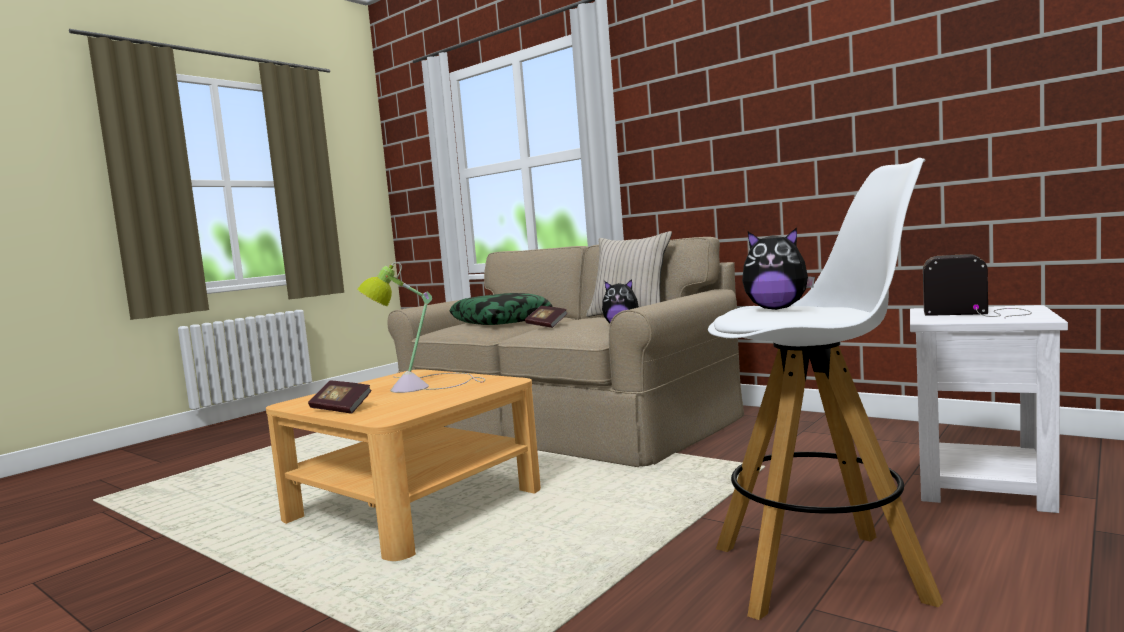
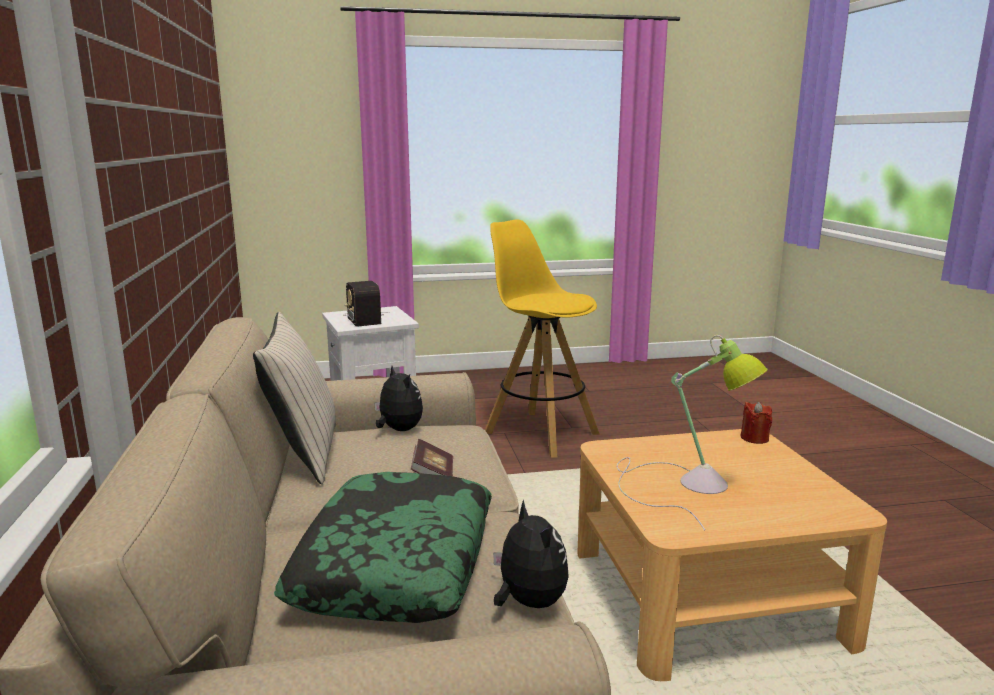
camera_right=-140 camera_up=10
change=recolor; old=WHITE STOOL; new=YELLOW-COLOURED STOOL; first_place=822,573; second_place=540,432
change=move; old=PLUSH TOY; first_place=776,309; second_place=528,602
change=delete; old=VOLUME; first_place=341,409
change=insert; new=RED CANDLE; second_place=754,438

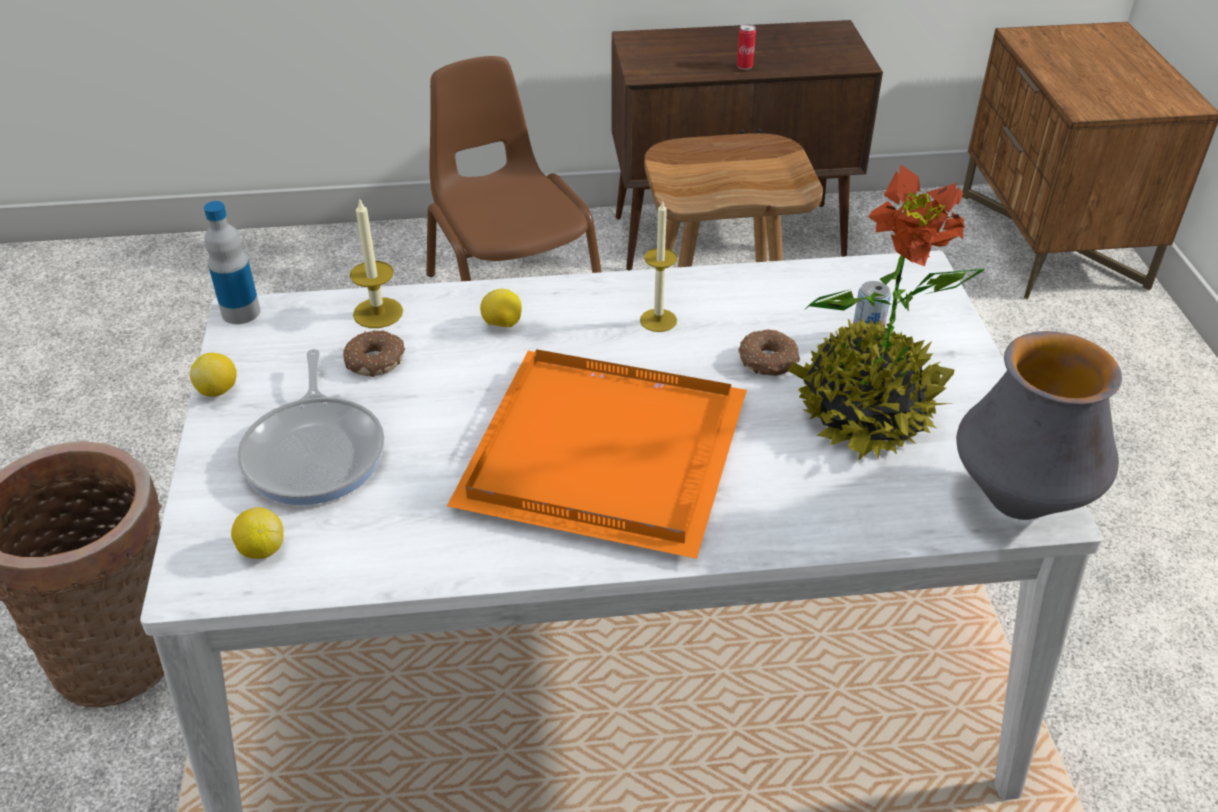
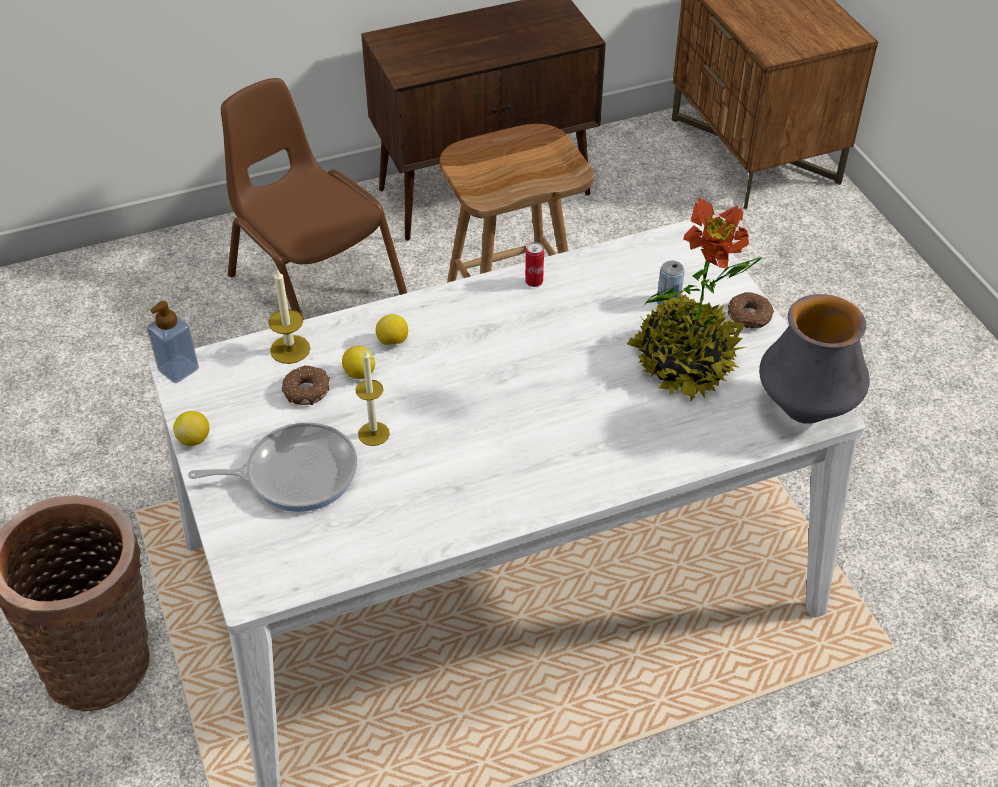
camera_right=-15 camera_up=5
change=move; old=METAL CAN; first_place=744,67; second_place=534,282
change=move; old=CANDLE; first_place=658,320; second_place=373,434
change=replace; old=BEVERAGE BOTTLE; new=LIQUID SOAP BOTTLE; first_place=241,312; second_place=178,369
change=move; old=DOUGHNUT; first_place=767,361; second_place=749,317
change=rotate; old=PAN; first_place=316,452; second_place=295,473; degrees=-75
change=delete; old=ORANGE SERVING TRAY; first_place=610,451
change=move; old=LEMON; first_place=262,549; second_place=359,373

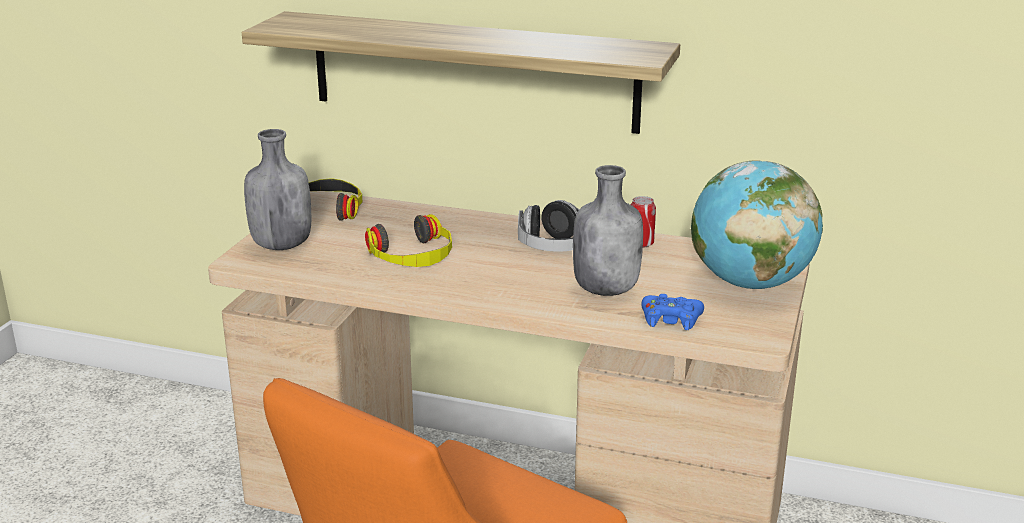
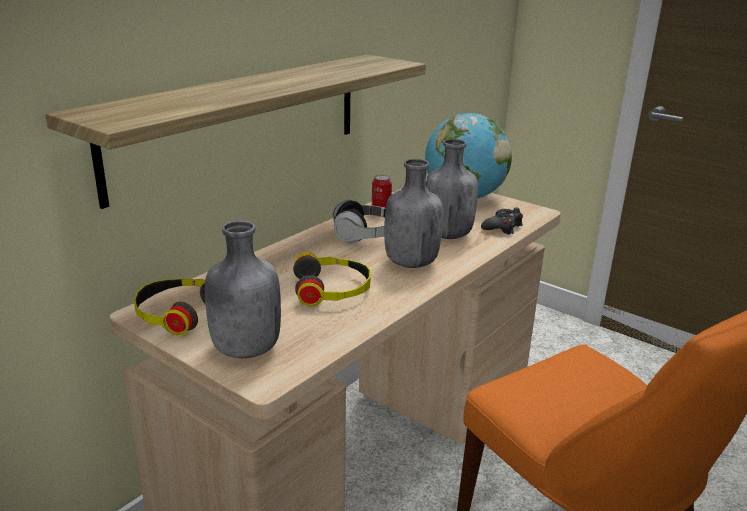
camera_right=-70 camera_up=0
change=recolor; old=BLUE GAMEPAD; new=BLACKISH GAMEPAD; first_place=671,319; second_place=502,227
change=insert; new=GREYISH BEVERAGE BOTTLE; second_place=410,263

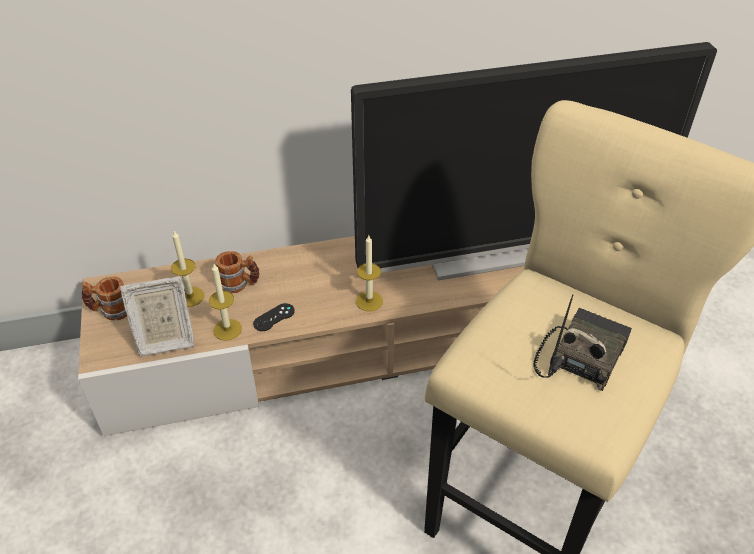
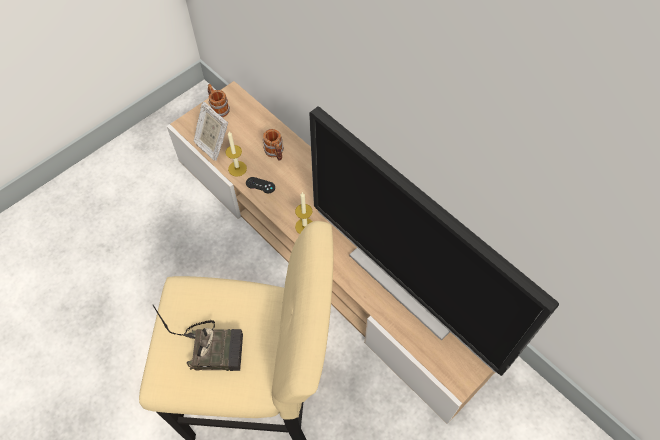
camera_right=60 camera_up=15
change=delete; old=CANDLE; first_place=190,296

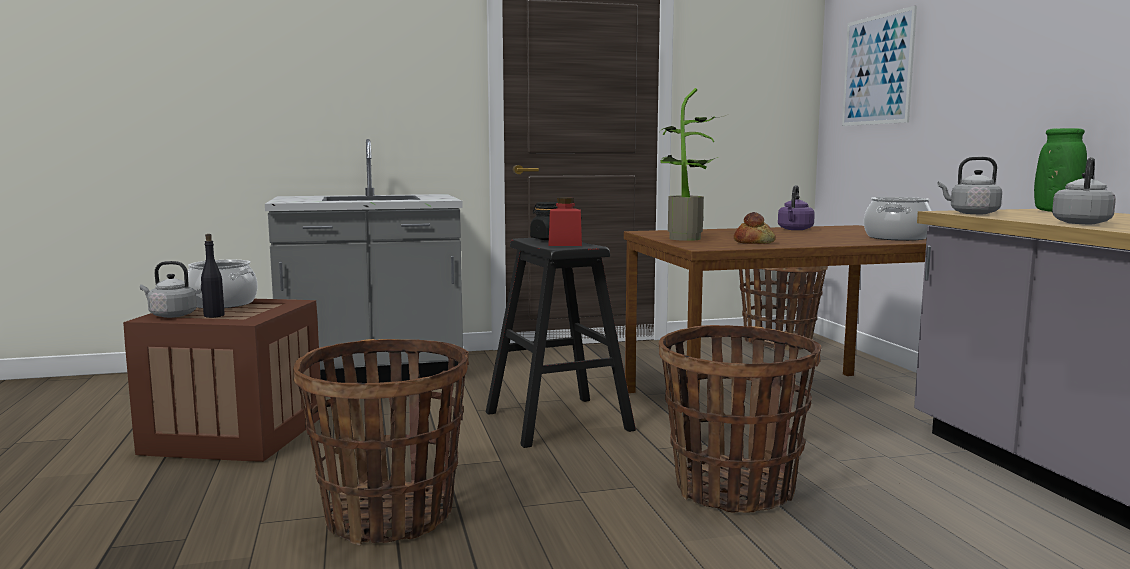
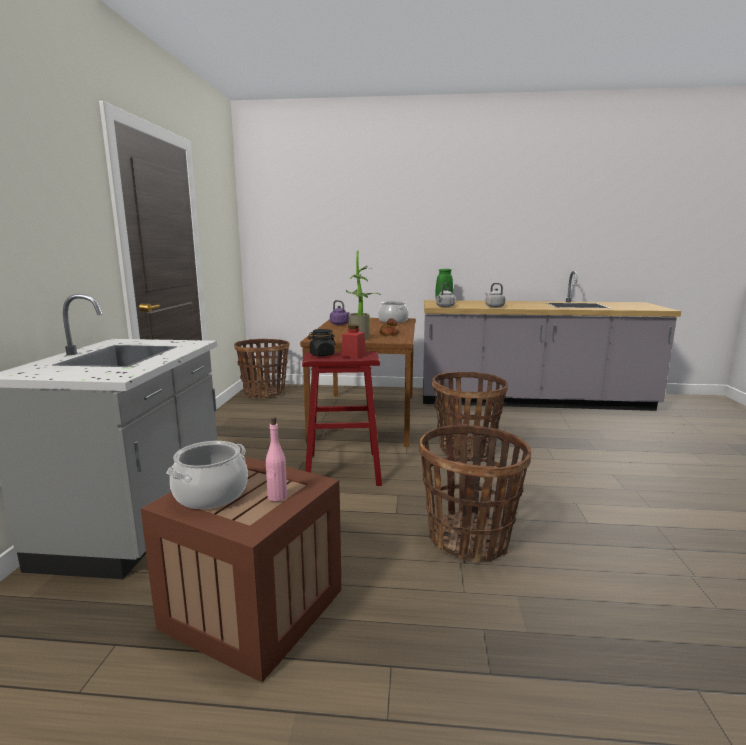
camera_right=-70 camera_up=5
change=delete; old=PICTURE; first_place=877,70
change=recolor; old=BLACKISH BEVERAGE BOTTLE; new=PINK BEVERAGE BOTTLE; first_place=213,315; second_place=277,497
change=recolor; old=BLACKISH STOOL; new=RED STOOL; first_place=557,421; second_place=342,469
change=delete; old=GREYISH WATER KETTLE; first_place=170,315

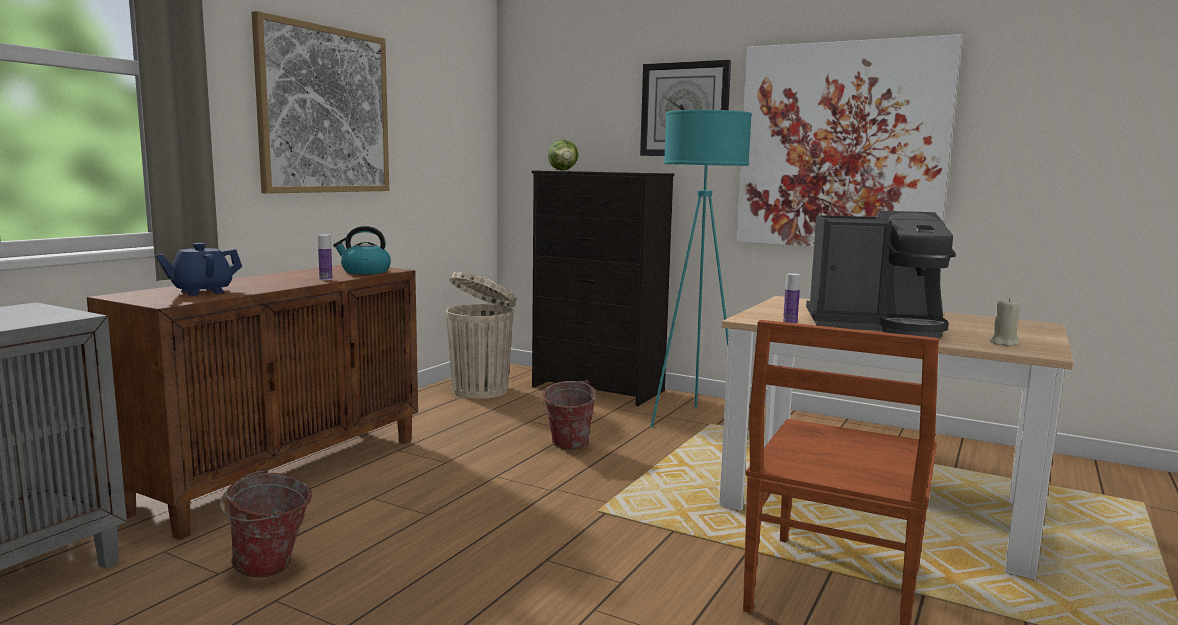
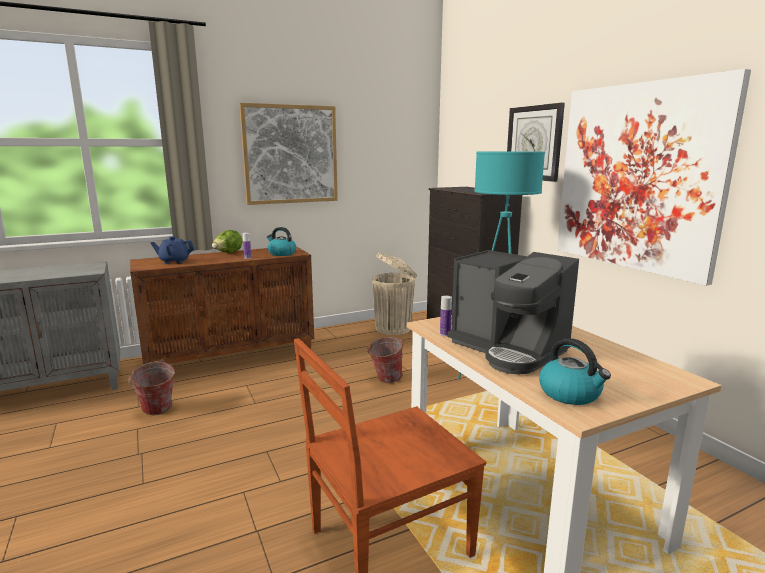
camera_right=35 camera_up=5
change=move; old=LETTUCE; first_place=563,170; second_place=228,253
change=replace; old=BEIGE CANDLE; new=WATER KETTLE; first_place=1004,343; second_place=570,394

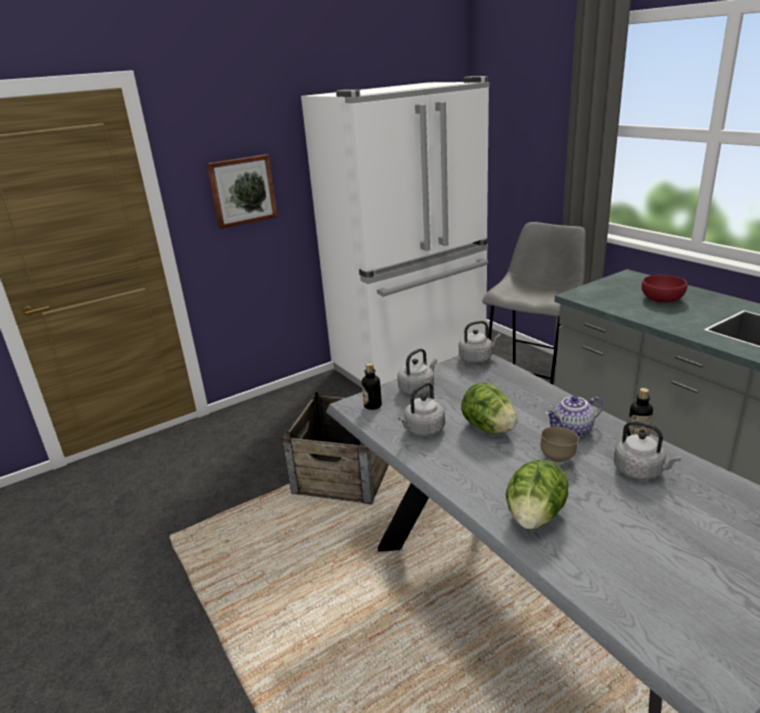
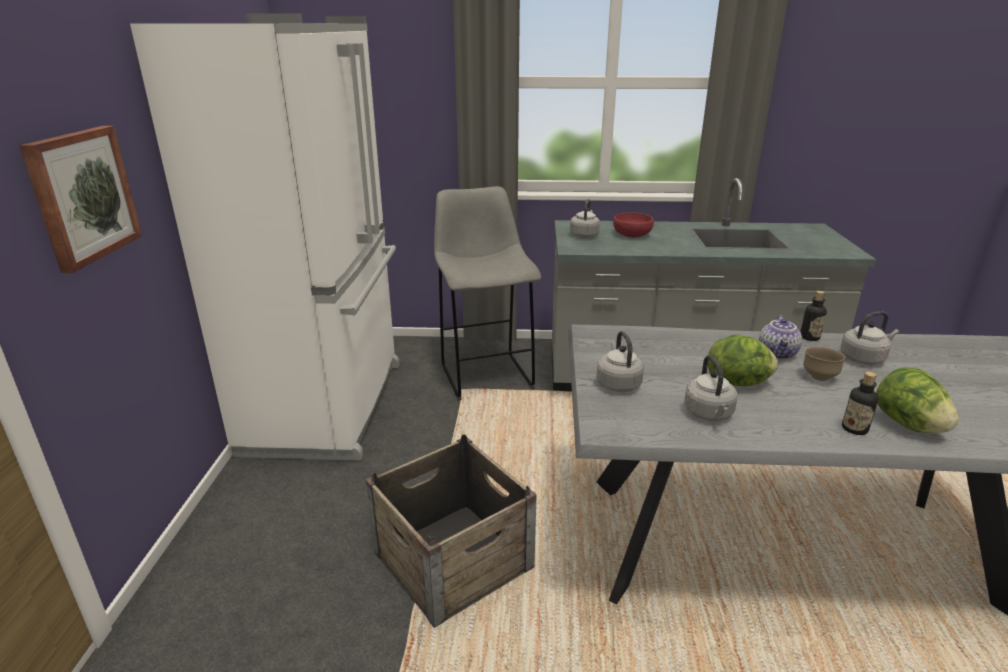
camera_right=-55 camera_up=0
change=move; old=GREYISH WATER KETTLE; first_place=477,358; second_place=584,235
change=move; old=BEVERAGE BOTTLE; first_place=372,405; second_place=854,429

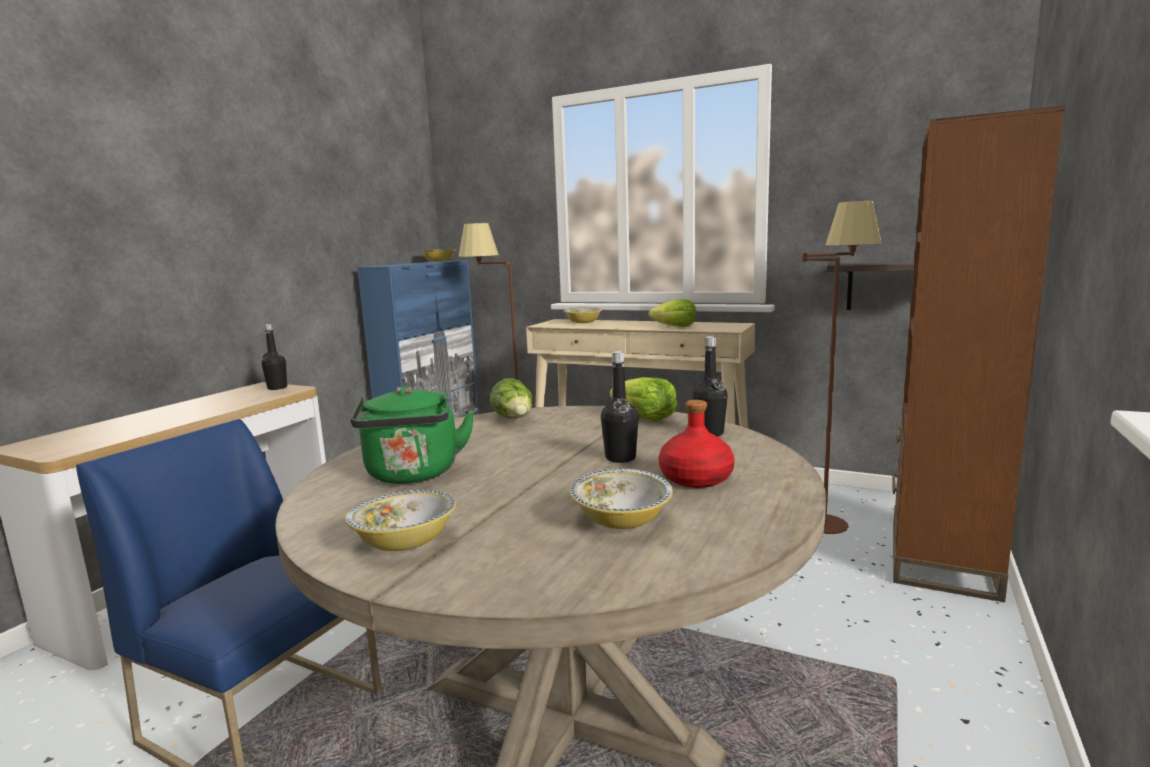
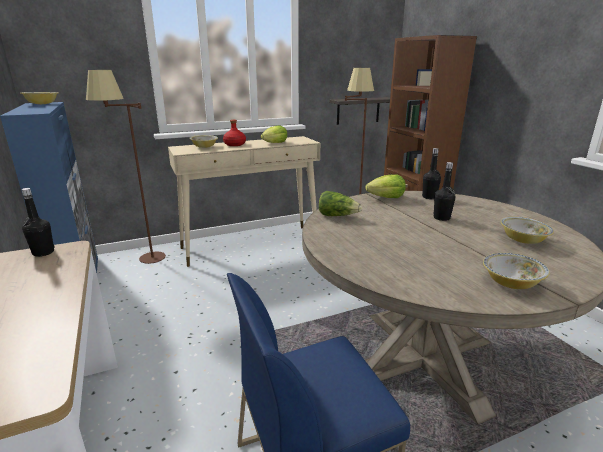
camera_right=-50 camera_up=10
change=delete; old=GREENISH WATER KETTLE; first_place=413,475
change=move; old=RED BEVERAGE BOTTLE; first_place=695,478; second_place=234,144

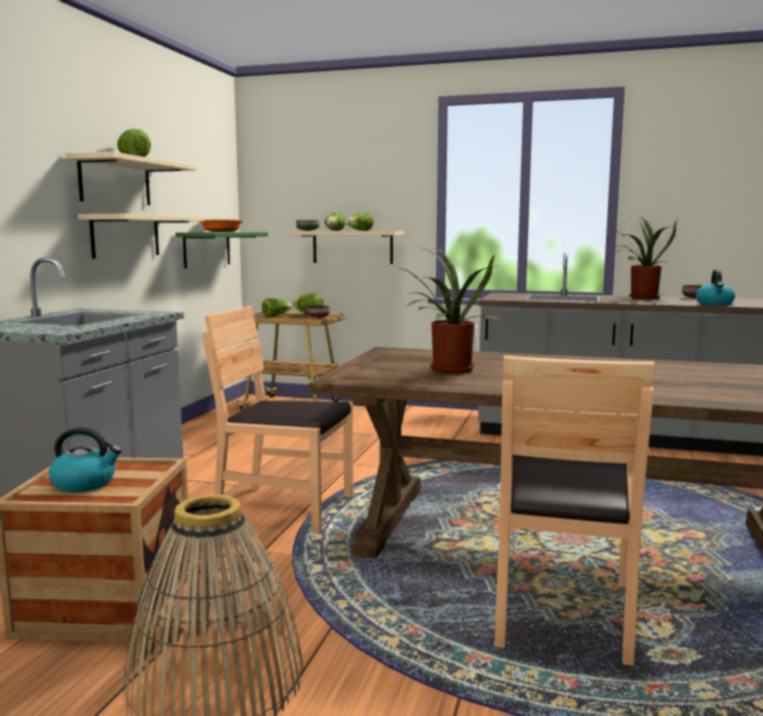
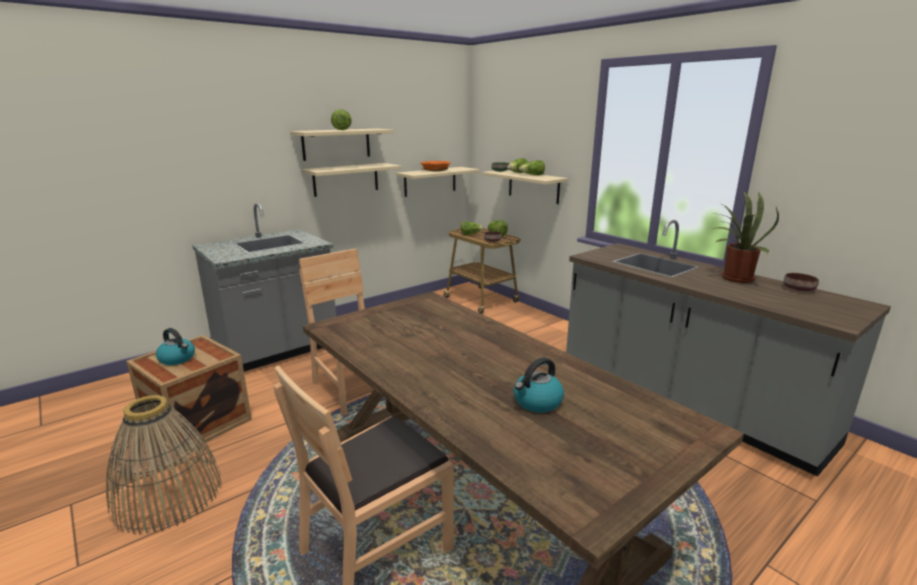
camera_right=35 camera_up=10
change=recolor; old=GREENISH WALL SHELF; new=BEIGE WALL SHELF; first_place=207,249; second_place=430,181
change=delete; old=PLANT IN A POT; first_place=448,370
change=move; old=WATER KETTLE; first_place=714,304; second_place=537,402

